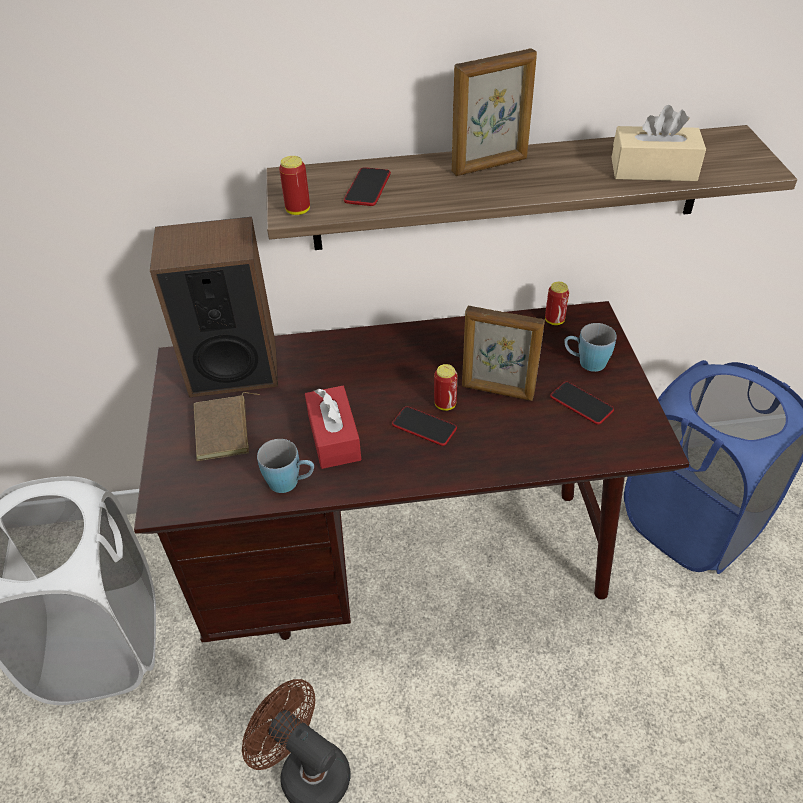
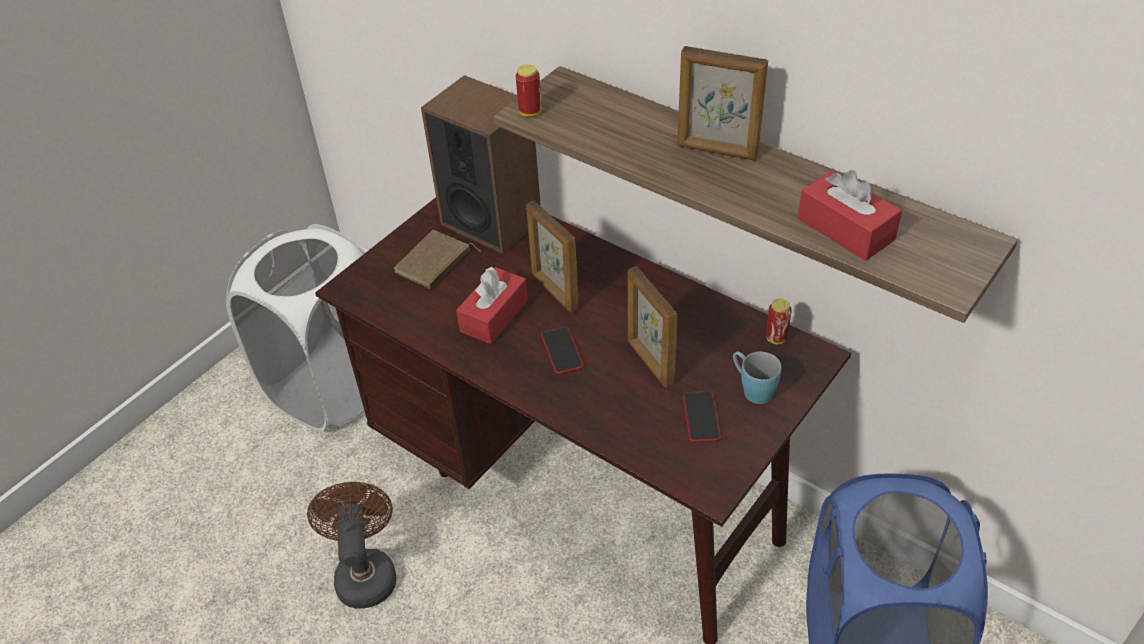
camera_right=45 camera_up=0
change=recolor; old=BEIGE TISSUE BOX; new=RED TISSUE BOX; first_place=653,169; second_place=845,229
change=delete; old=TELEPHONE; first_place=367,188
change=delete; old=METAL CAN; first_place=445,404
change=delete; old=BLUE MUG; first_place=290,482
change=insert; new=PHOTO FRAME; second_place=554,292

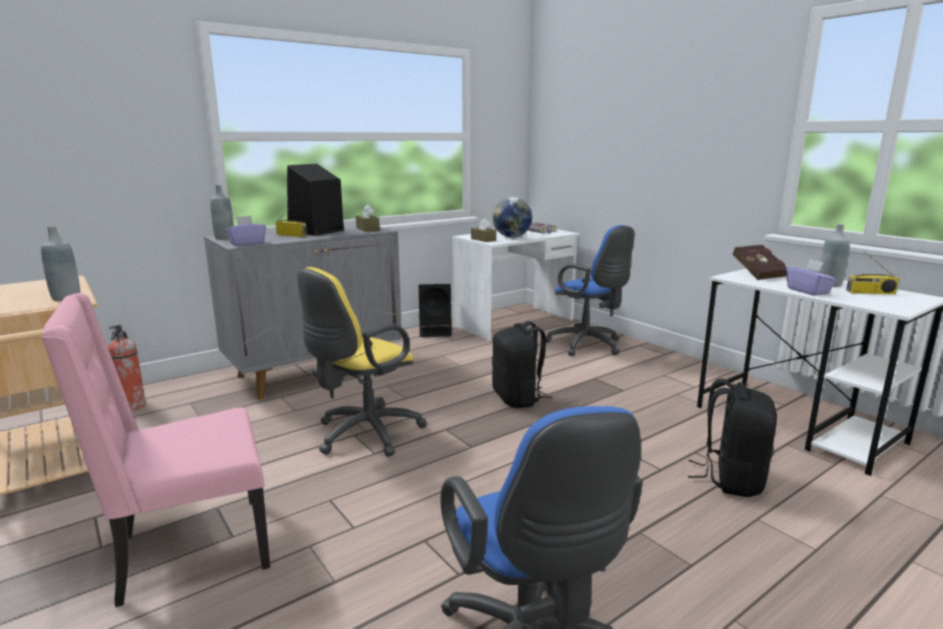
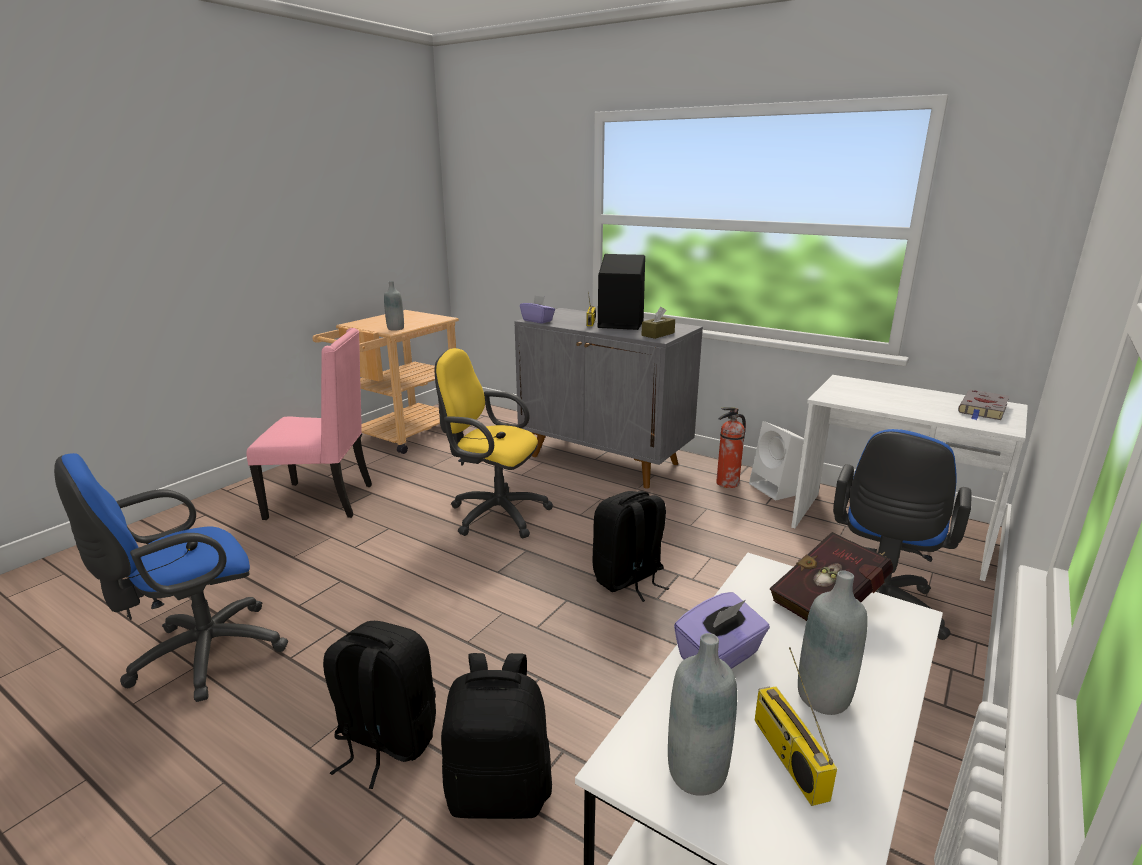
camera_right=70 camera_up=5
change=move; old=GREYISH BEVERAGE BOTTLE; first_place=224,238; second_place=696,773
change=delete; old=DESK GLOBE; first_place=511,237
change=delete; old=BROWN TISSUE BOX; first_place=483,239
change=recolor; old=BLACKISH AUDIO SPEAKER; new=WHITE AUDIO SPEAKER; first_place=436,331; second_place=779,488
change=rotate; old=PINK CHAIR; first_place=190,551; second_place=323,501; degrees=135
change=move; old=EXTINGUISHER; first_place=132,406; second_place=726,483
change=insert; new=BLACKISH RUCKSACK; second_place=384,741

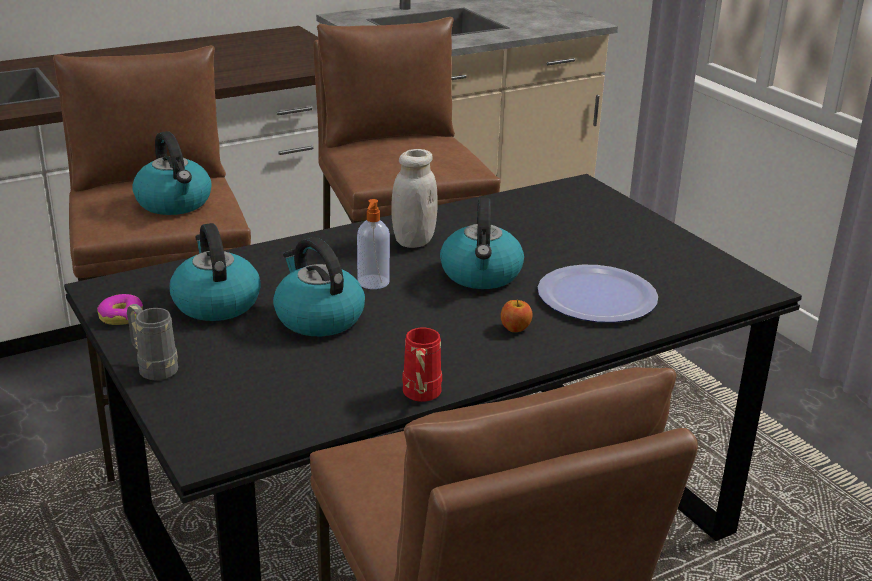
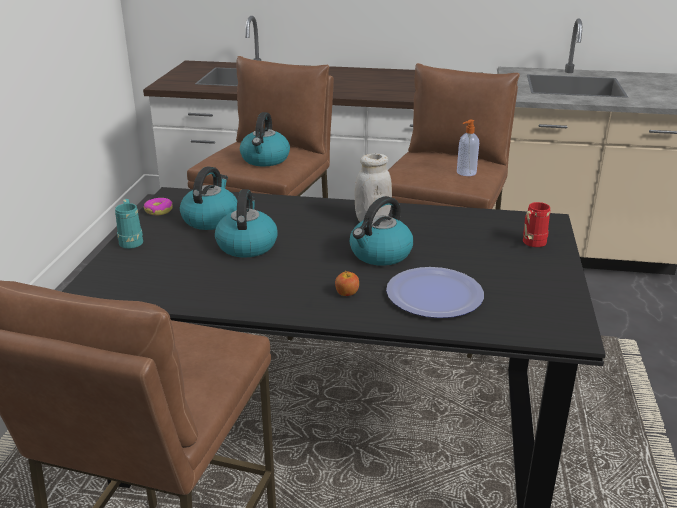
camera_right=40 camera_up=0
change=move; old=LIQUID SOAP BOTTLE; first_place=373,283; second_place=465,173
change=recolor; old=GREYISH MUG; new=TURQUOISE-COLOURED MUG; first_place=153,367; second_place=131,241
change=move; old=RED MUG; first_place=420,396; second_place=531,244

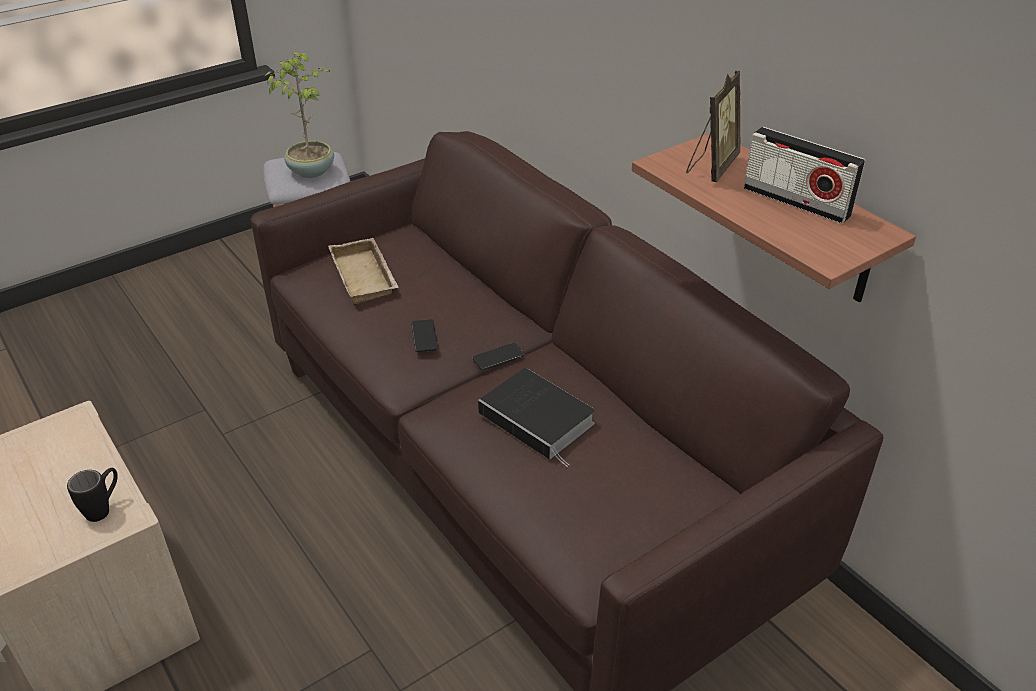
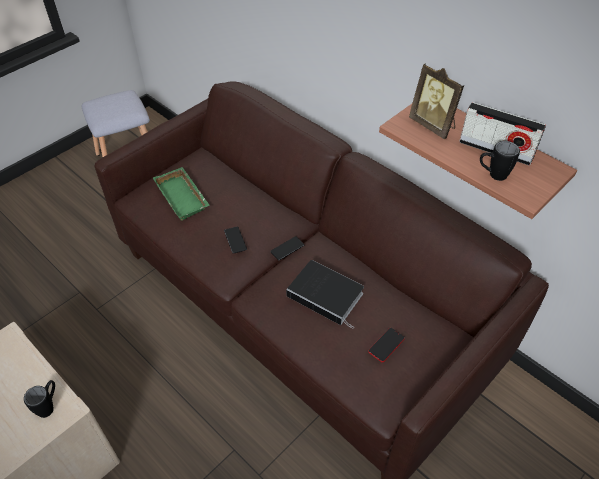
camera_right=-10 camera_up=10
change=delete; old=PLANT IN A POT; first_place=311,170
change=rotate; old=PHOTO FRAME; first_place=711,167; second_place=433,125; degrees=120
change=recolor; old=BEIGE SERVING TRAY; new=GREENISH SERVING TRAY; first_place=366,276; second_place=184,197
change=insert; new=BLACKISH MUG; second_place=492,175
change=insert; new=TELEPHONE; second_place=386,345

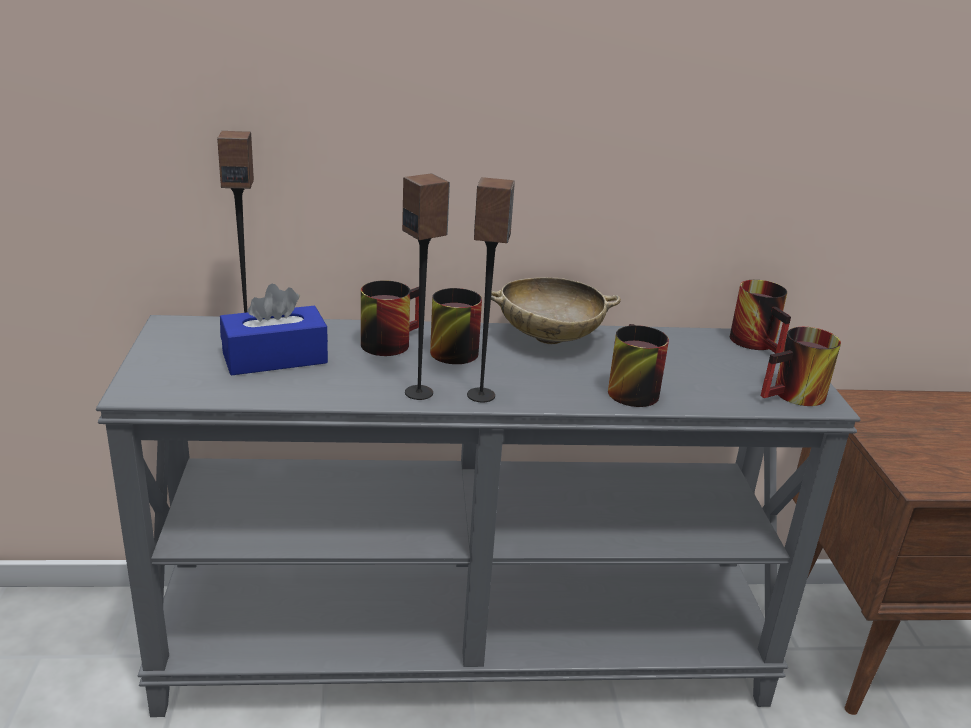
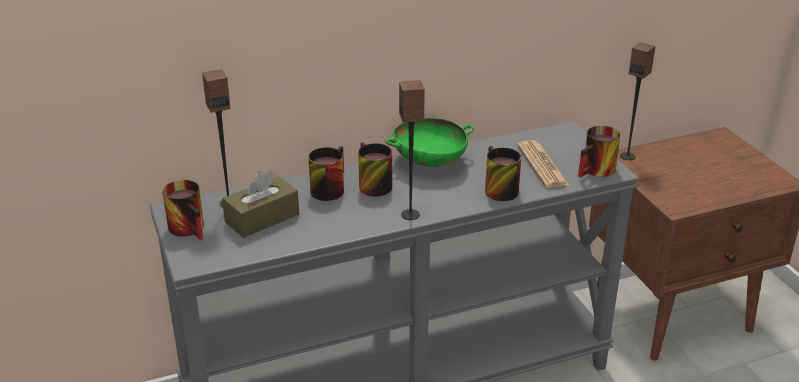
camera_right=-15 camera_up=5
change=move; old=AUDIO SPEAKER; first_place=419,392; second_place=627,156
change=recolor; old=BEIGE DEEP DISH; new=GREENISH DEEP DISH; first_place=548,337; second_place=429,161
change=move; old=MUG; first_place=761,343; second_place=192,228
change=recolor; old=BLUE TISSUE BOX; new=BROWN TISSUE BOX; first_place=275,358; second_place=262,218
change=insert; new=NEWSPAPER; second_place=542,165

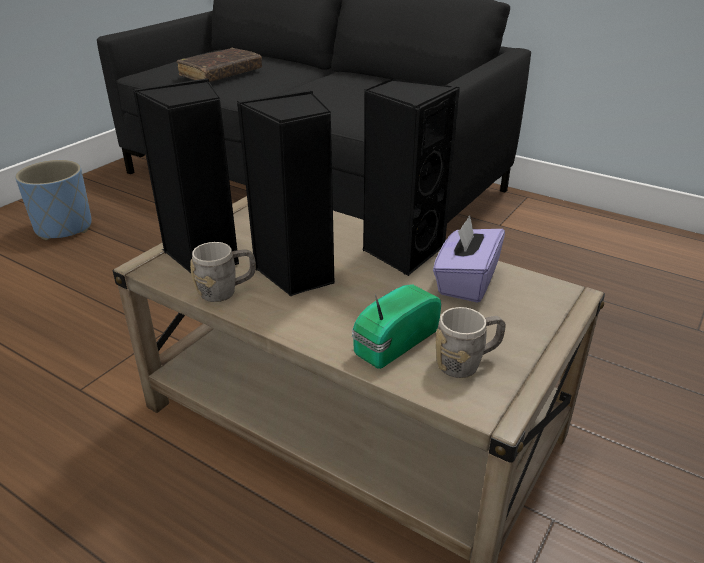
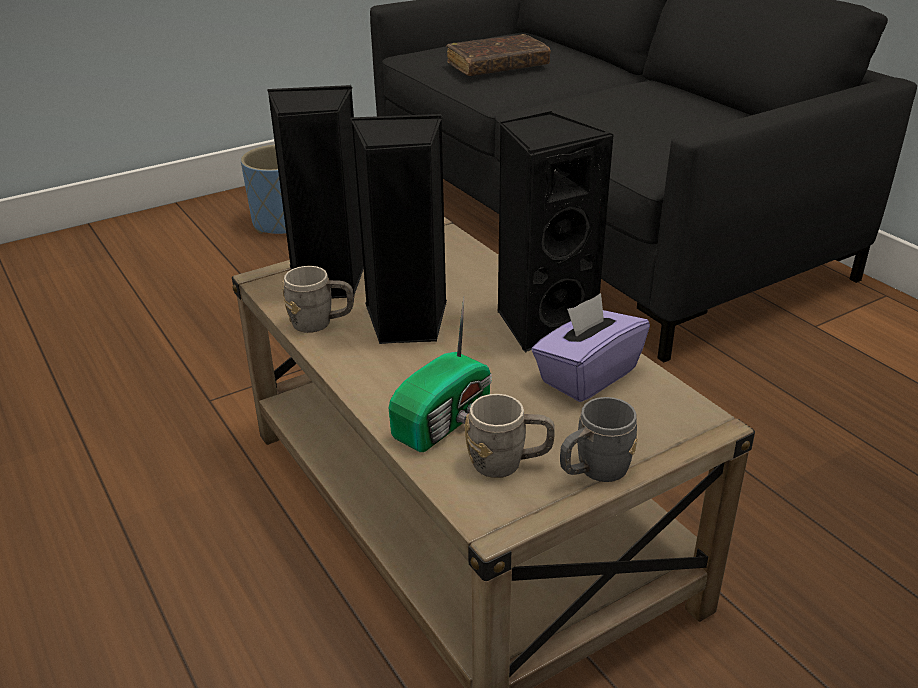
camera_right=25 camera_up=0
change=rotate; old=RADIO RECEIVER; first_place=392,342; second_place=446,420; degrees=150
change=insert; new=GREYISH MUG; second_place=594,472

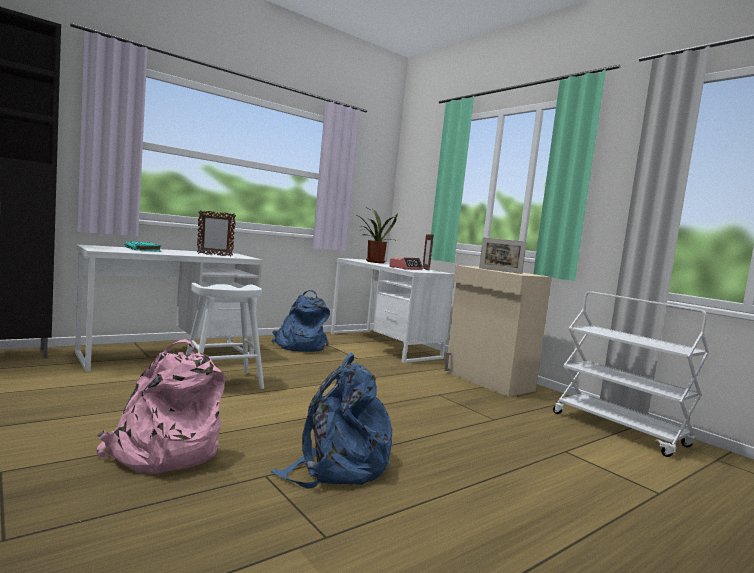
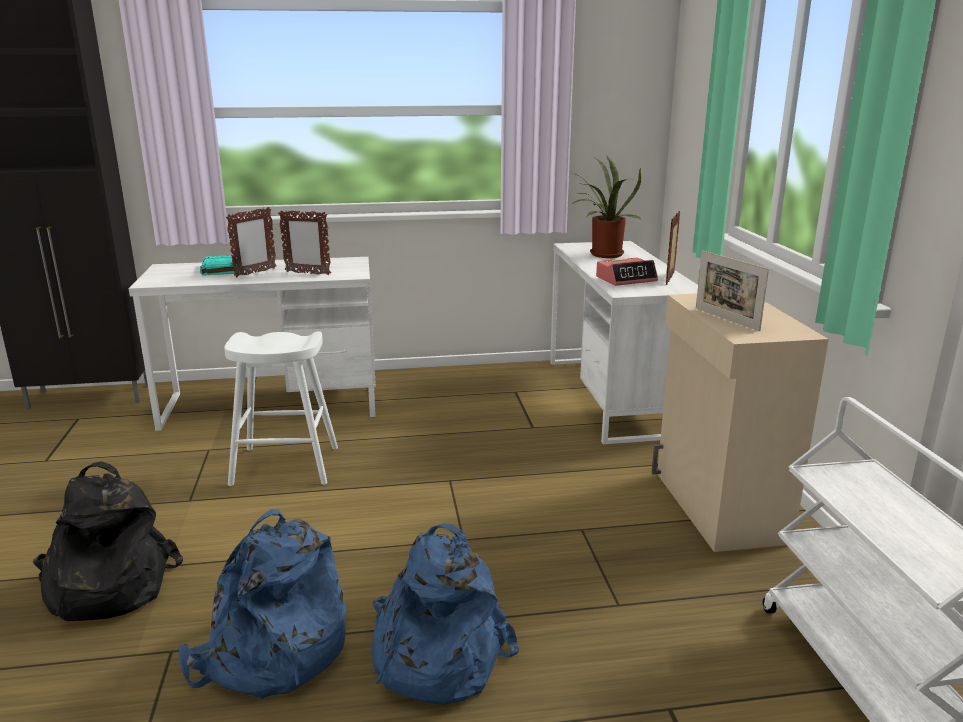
camera_right=30 camera_up=15
change=move; old=BLUE RUCKSACK; first_place=299,346; second_place=435,655
change=recolor; old=PINK RUCKSACK; new=BLACKISH RUCKSACK; first_place=163,452; second_place=106,586
change=insert; new=PHOTO FRAME; second_place=255,273

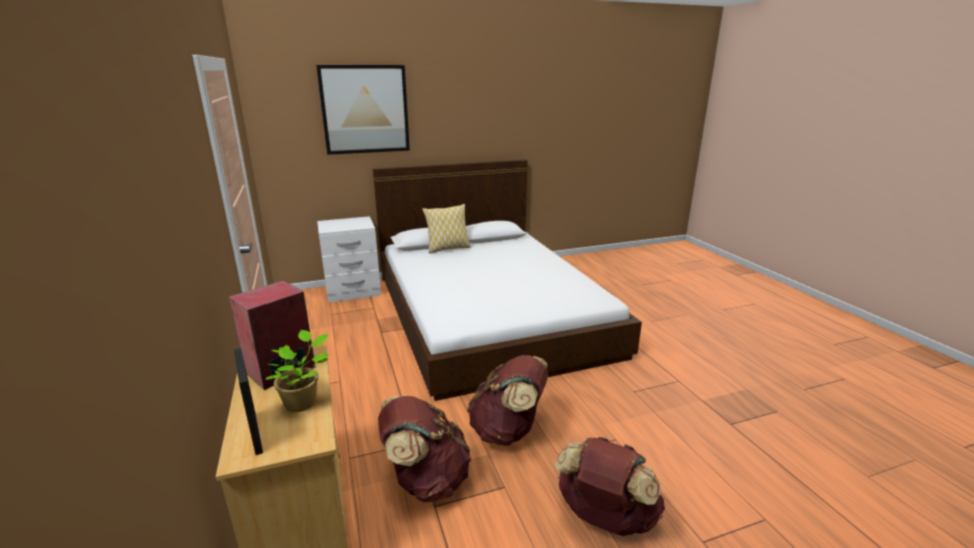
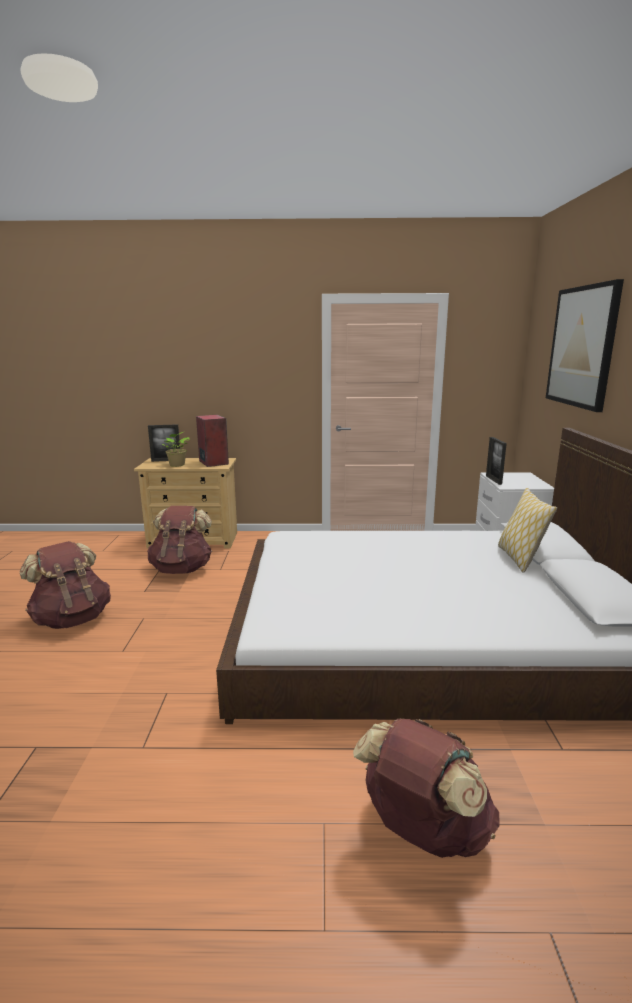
camera_right=110 camera_up=-5
change=move; old=BROWN RUCKSACK; first_place=508,431; second_place=423,830
change=insert; new=PHOTO FRAME; second_place=493,480

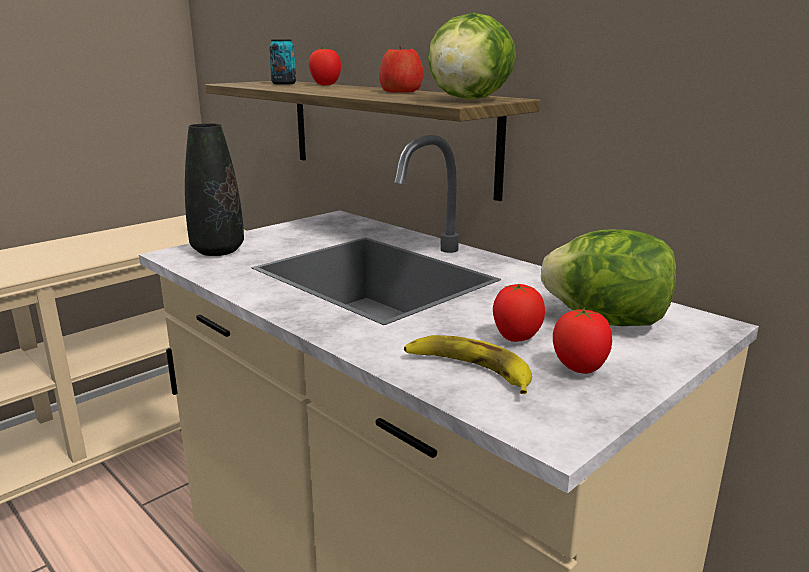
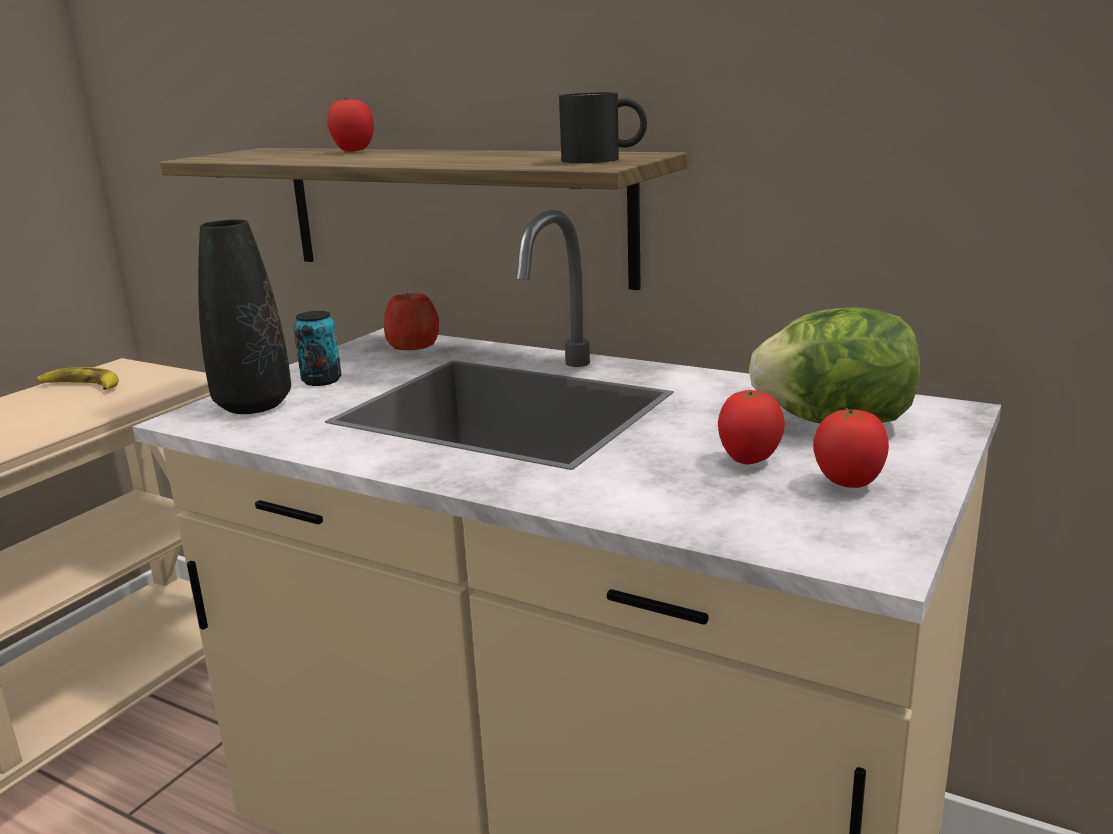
camera_right=-15 camera_up=0
change=replace; old=LETTUCE; new=BLACKISH MUG; first_place=469,100; second_place=604,159
change=move; old=METAL CAN; first_place=283,83; second_place=321,380
change=move; old=WHOLE APPLE; first_place=401,91; second_place=413,345
change=move; old=BANANA; first_place=469,370; second_place=82,386

